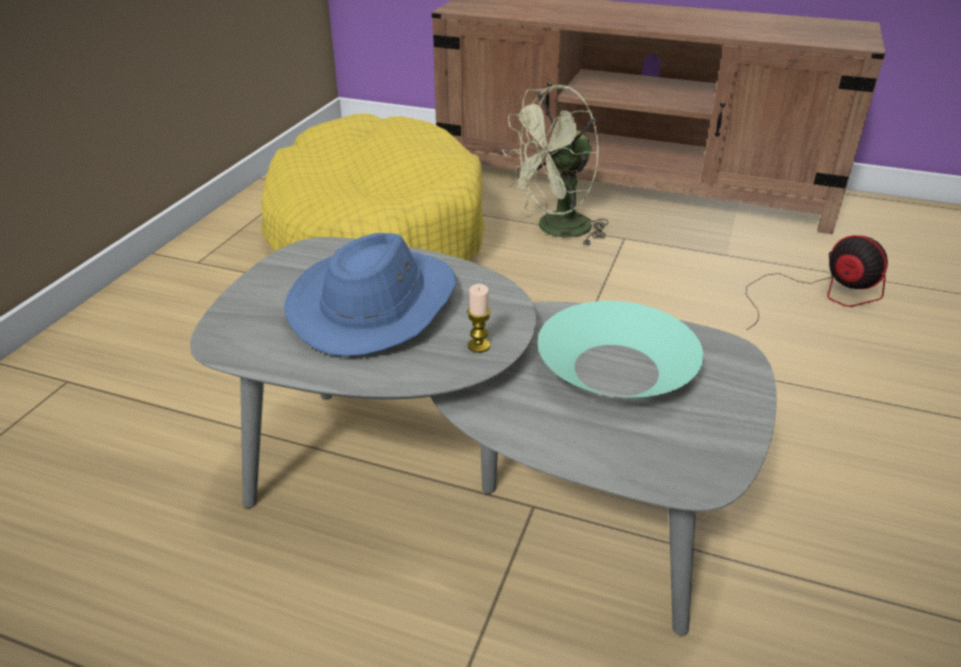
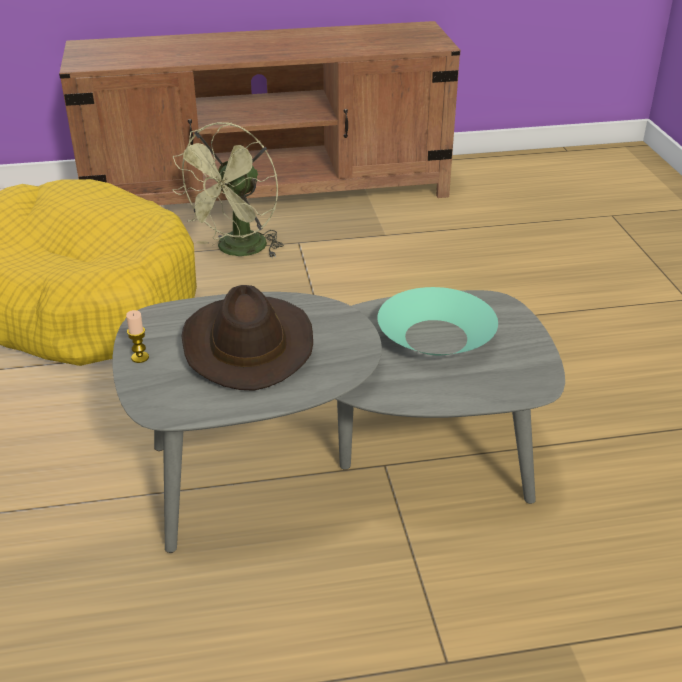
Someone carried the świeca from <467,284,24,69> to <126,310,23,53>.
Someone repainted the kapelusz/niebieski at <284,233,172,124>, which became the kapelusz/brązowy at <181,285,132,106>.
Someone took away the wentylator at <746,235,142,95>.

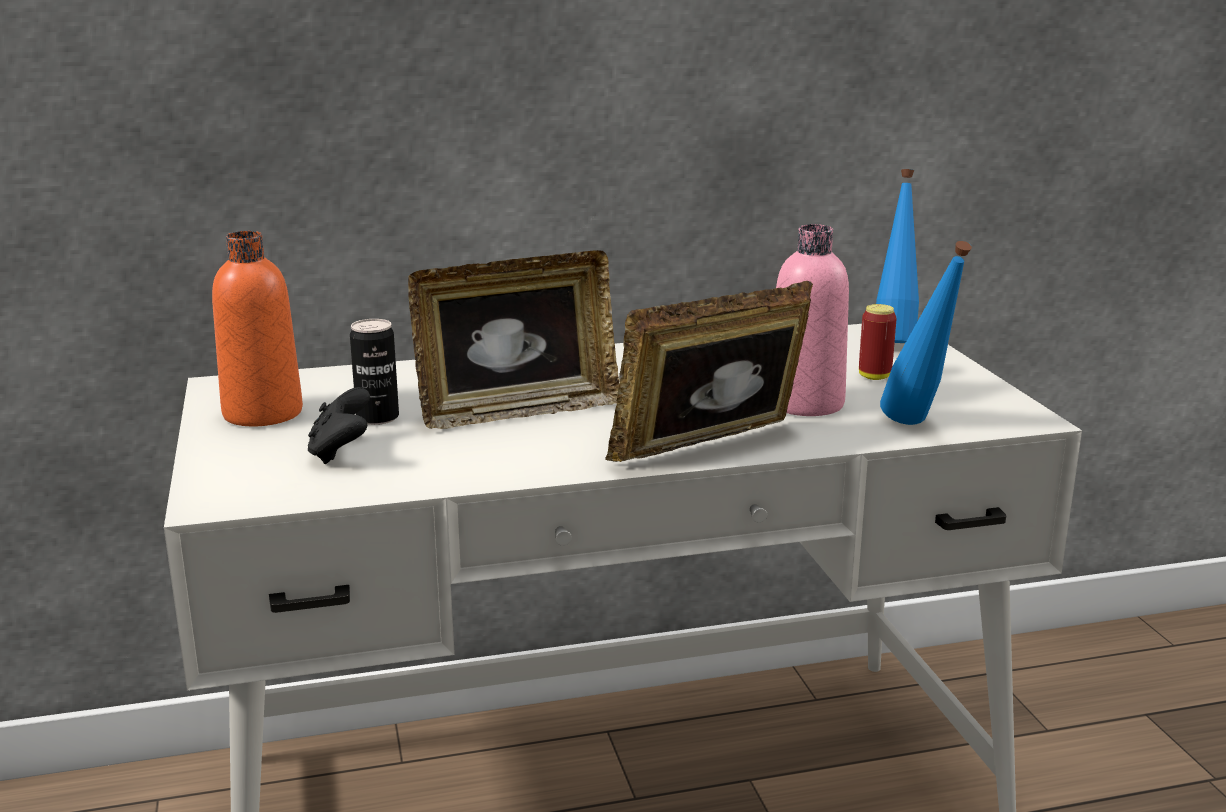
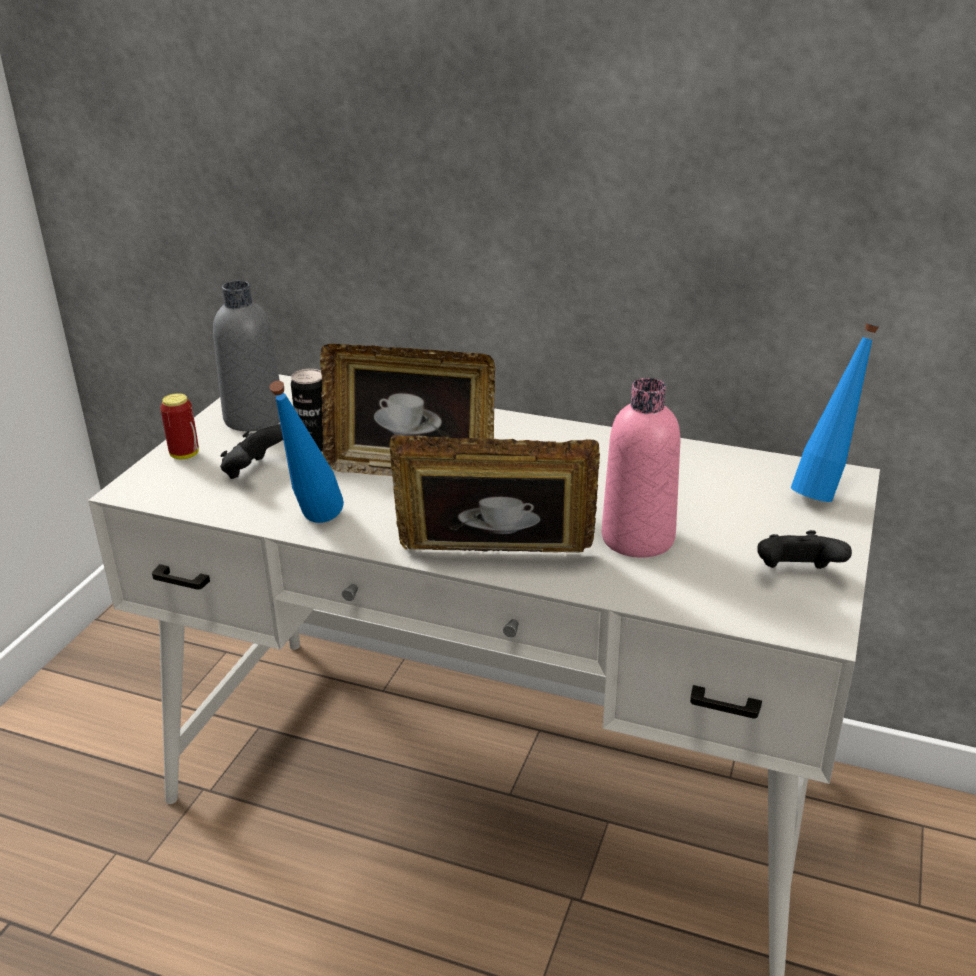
Someone carried the puszka from <859,304,38,76> to <160,393,39,66>.
Someone repainted the butelka/pomarańczowy at <212,231,91,195>, which became the butelka/szary at <213,281,67,150>.
Someone carried the butelka/niebieski from <880,241,92,184> to <269,381,75,142>.
Someone put down the pad do gier/czarny at <757,530,95,39>.

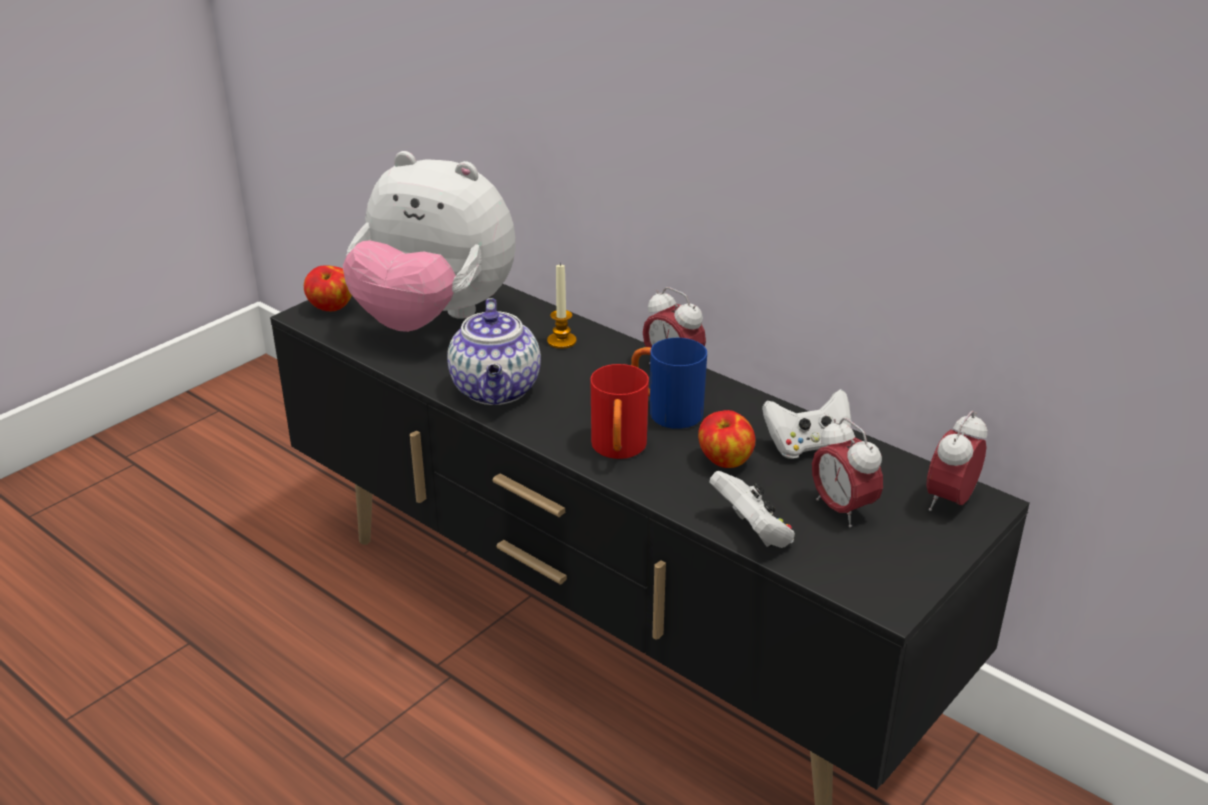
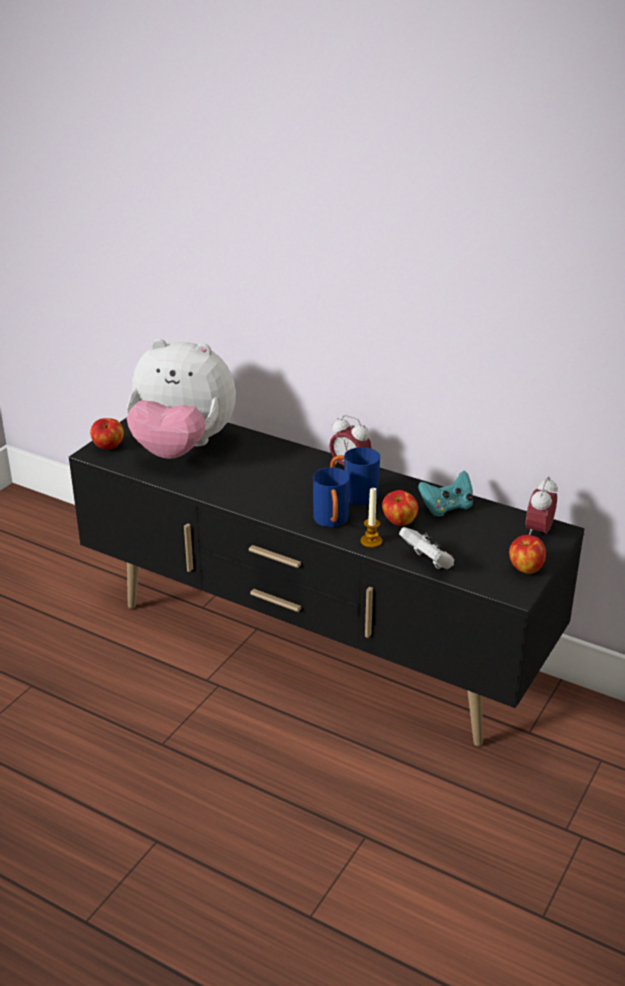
Someone repainted the kubek/czerwony at <591,364,58,95>, which became the kubek/niebieski at <313,467,37,60>.
Someone carried the świeca from <547,263,30,86> to <360,488,22,60>.
Someone repainted the pad do gier/biały at <762,389,89,70>, which became the pad do gier/turkusowy at <418,471,55,45>.
Someone put down the jabłko at <509,535,37,39>.
Someone took away the imbryk at <447,298,94,107>.
Someone took away the budzik at <812,418,71,110>.

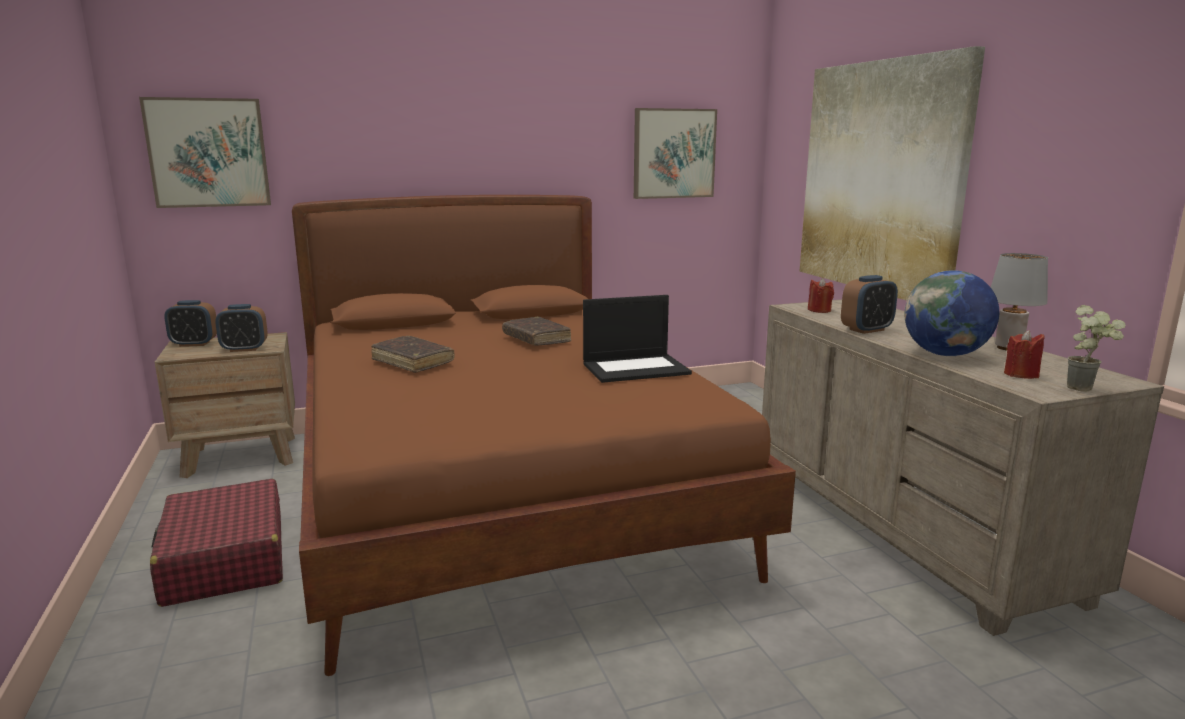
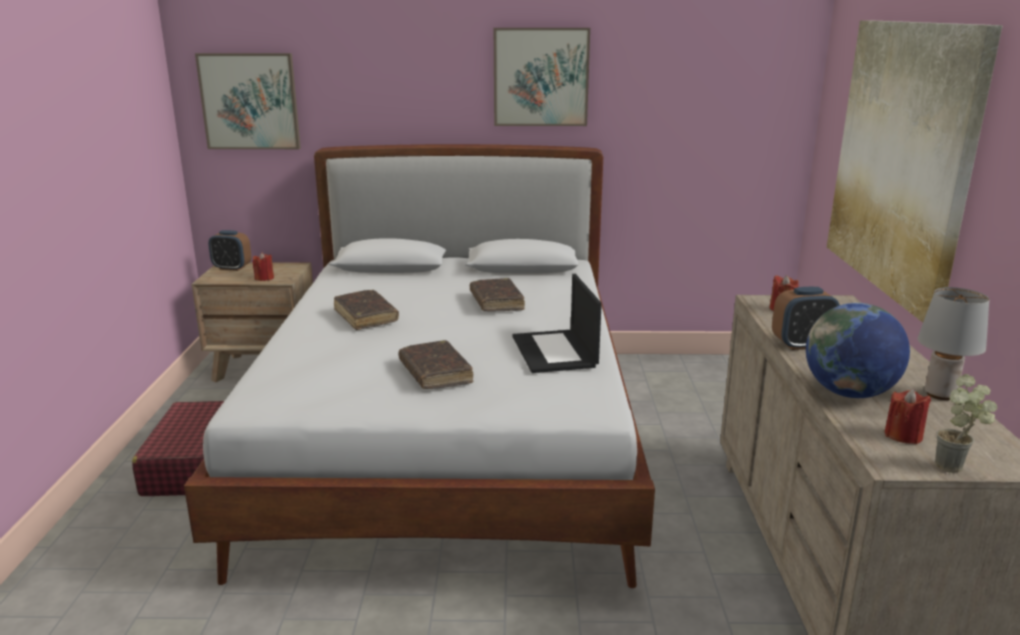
Someone repainted the łóżko/brązowy at <292,195,504,481>, which became the łóżko/biały at <184,144,471,444>.
Someone swapped the budzik at <215,304,53,48> for the świeca/czerwony at <253,252,21,29>.
Someone put down the książka/brązowy at <399,340,74,49>.
Someone carried the obraz from <634,108,83,91> to <494,28,96,98>.
Someone rotated the laptop at <583,295,109,88> by 75 degrees clockwise.

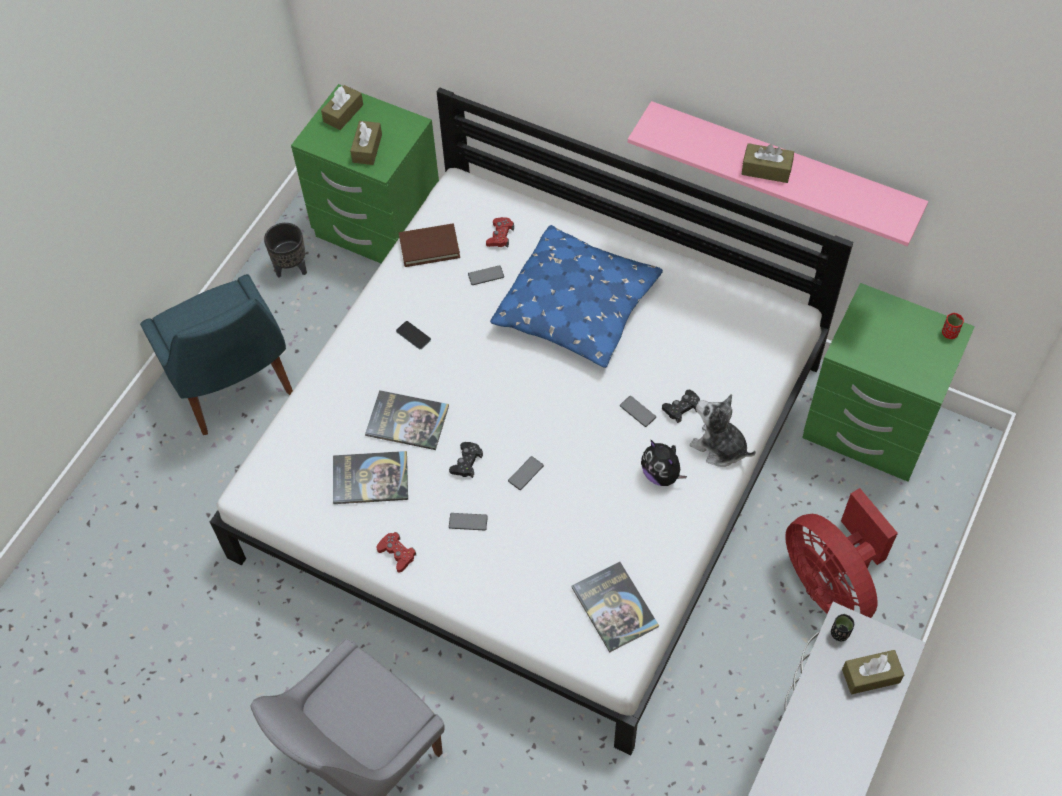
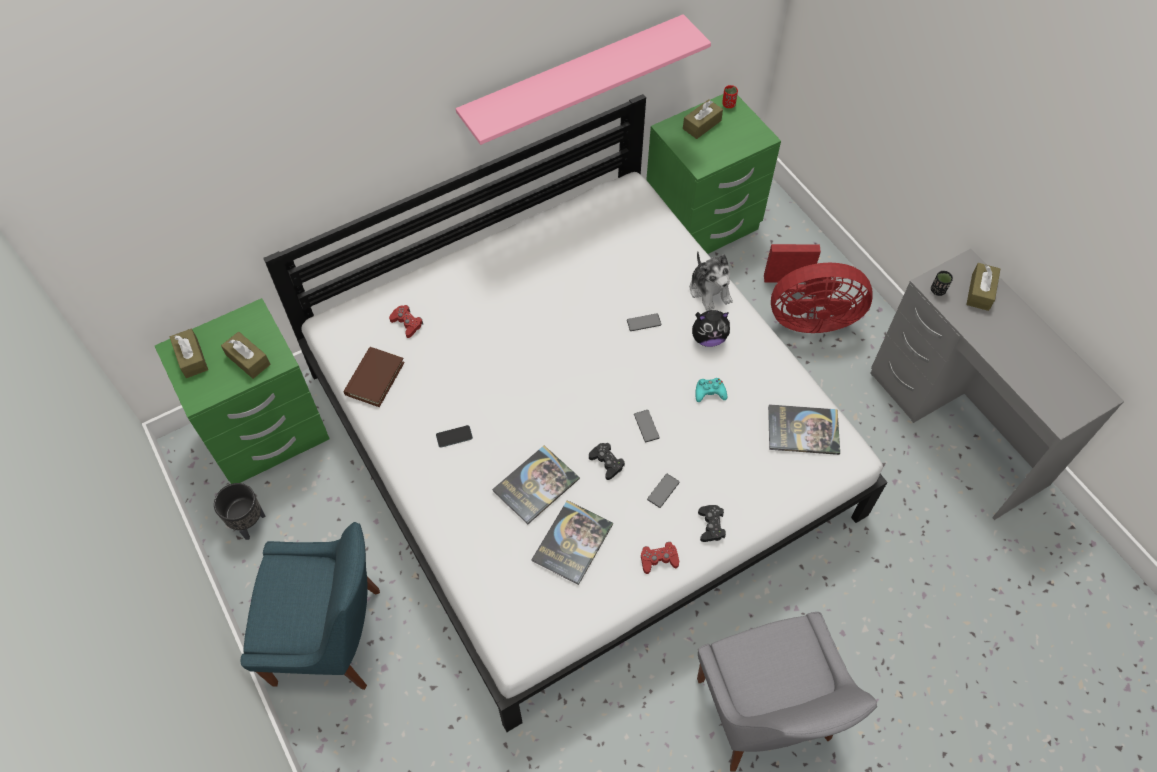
Someone carried the pudełko chusteczek/brązowy from <741,143,53,40> to <683,100,40,39>.
Someone rotated the pluszak at <690,394,66,73> by 90 degrees counterclockwise.
Someone put down the pad do gier/turkusowy at <695,378,32,24>.
Someone carried the pad do gier/czarny from <662,390,38,33> to <698,505,28,37>.
Someone took away the telefon at <468,265,36,20>.
Someone took away the poduszka/niebieski at <490,225,173,143>.

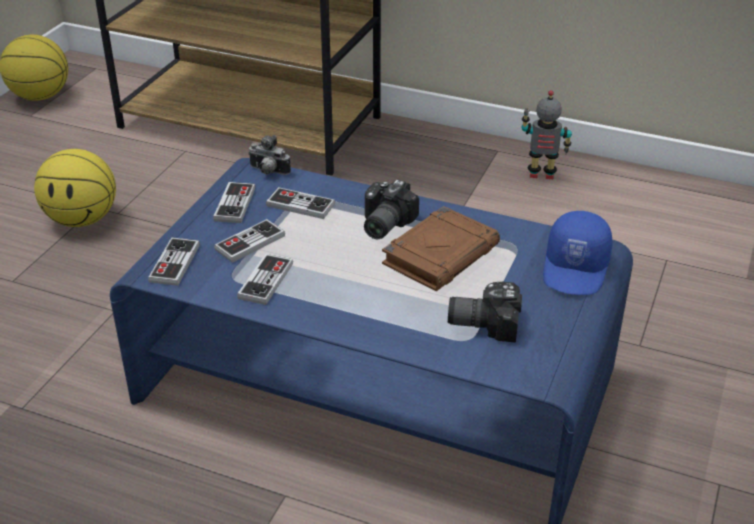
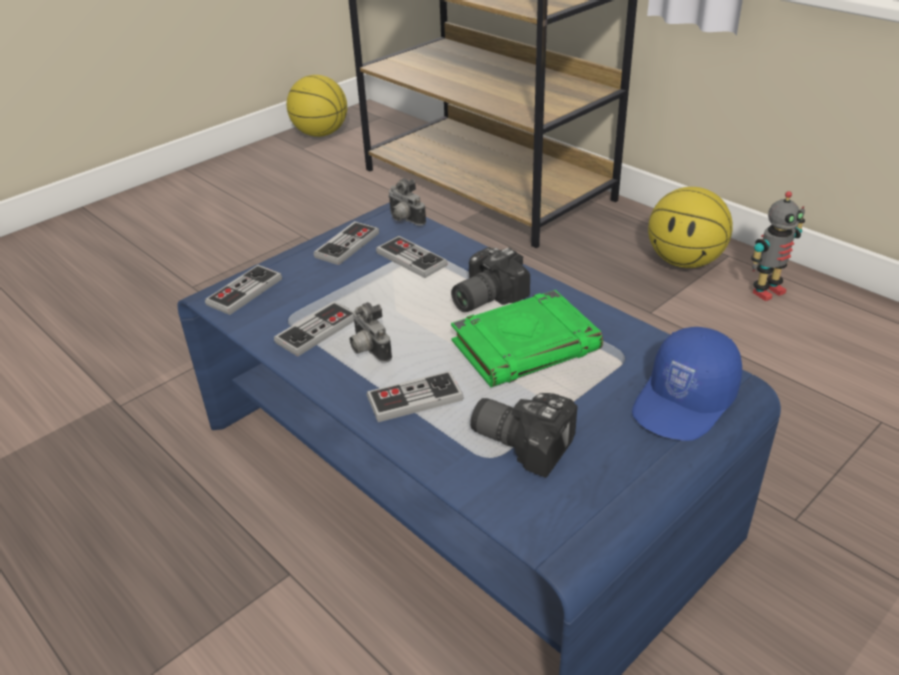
Someone put down the aparat fotograficzny at <350,302,42,61>.
Someone carried the pad do gier from <214,219,71,44> to <366,371,98,51>.
Someone repainted the książka/brązowy at <382,206,118,85>, which became the książka/zielony at <451,290,152,97>.
Someone carried the piłka do koszykówki from <34,149,82,78> to <648,187,85,81>.
Someone rotated the robot zabawkowy at <521,90,51,89> by 120 degrees clockwise.

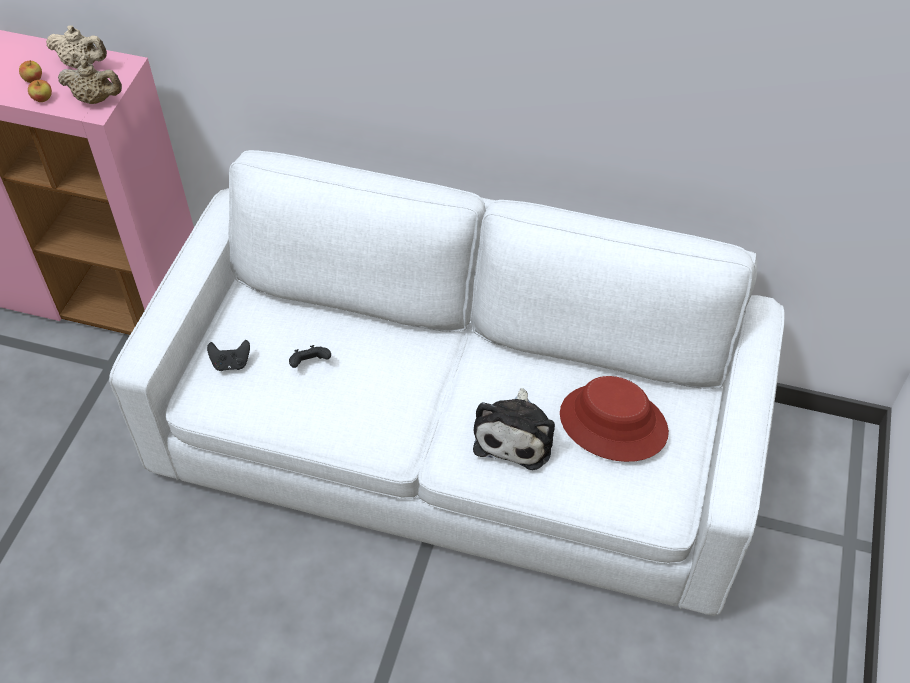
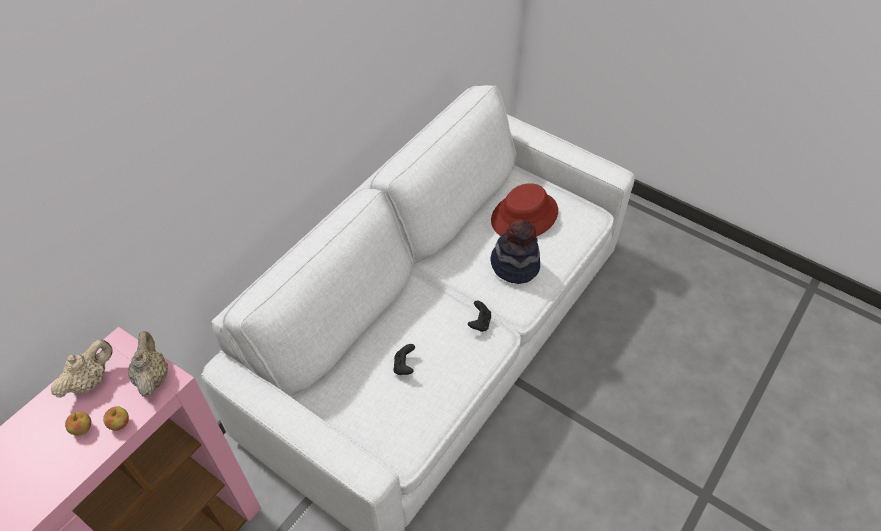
Someone rotated the imbryk/beżowy at <58,60,64,44> by 45 degrees counterclockwise.
Someone carried the pad do gier/czarny from <207,340,43,31> to <468,300,23,32>.
Someone swapped the pluszak at <473,388,82,82> for the kapelusz at <491,219,49,65>.

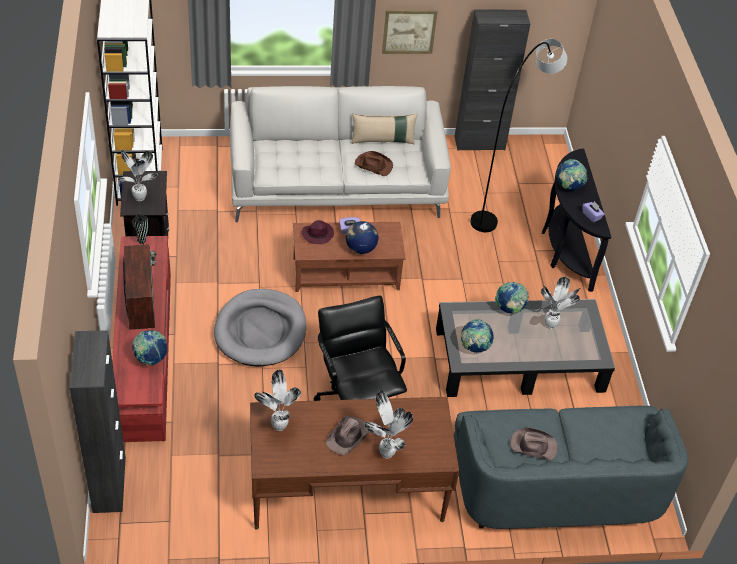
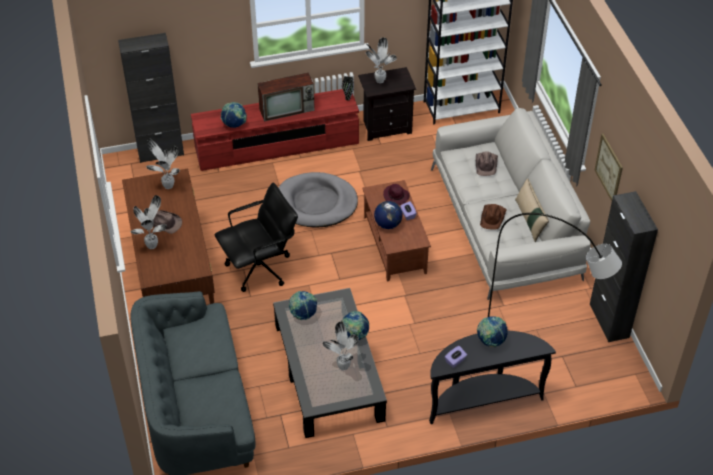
Someone carried the kapelusz/brązowy from <510,428,48,33> to <476,151,22,25>.

